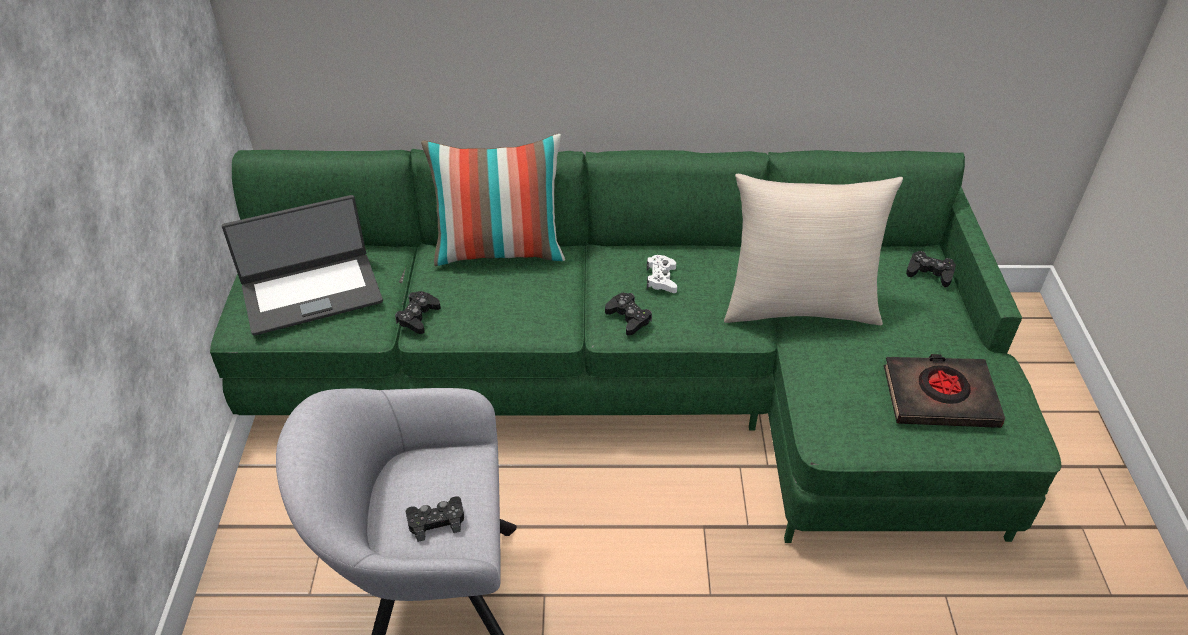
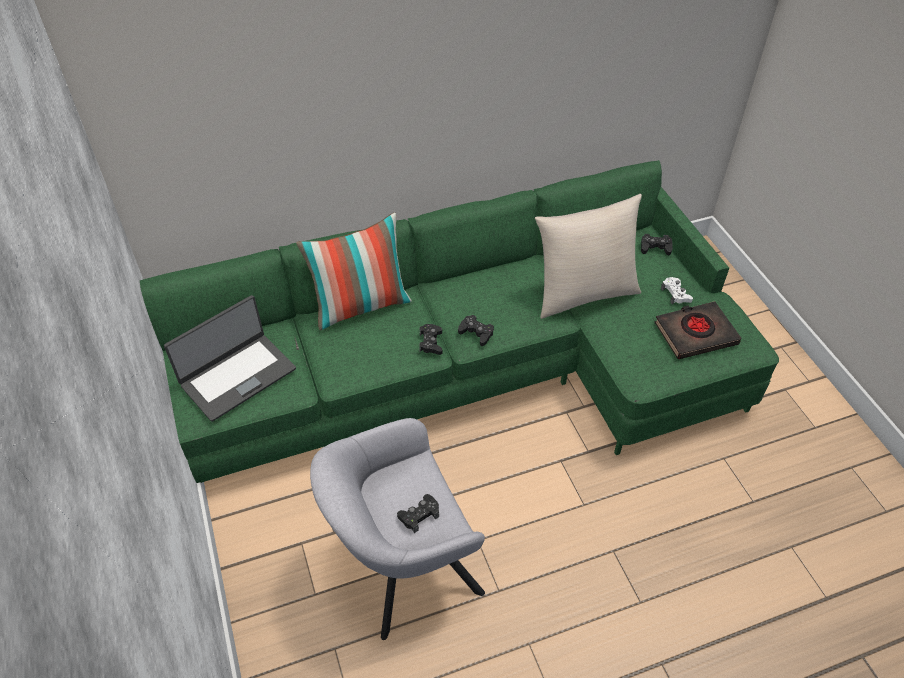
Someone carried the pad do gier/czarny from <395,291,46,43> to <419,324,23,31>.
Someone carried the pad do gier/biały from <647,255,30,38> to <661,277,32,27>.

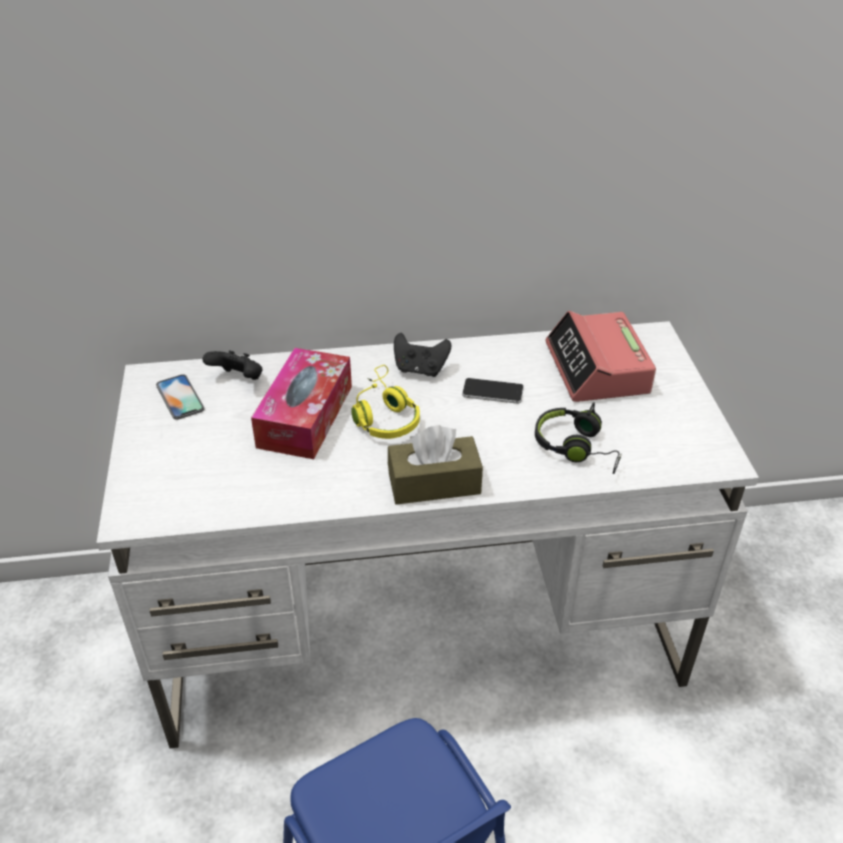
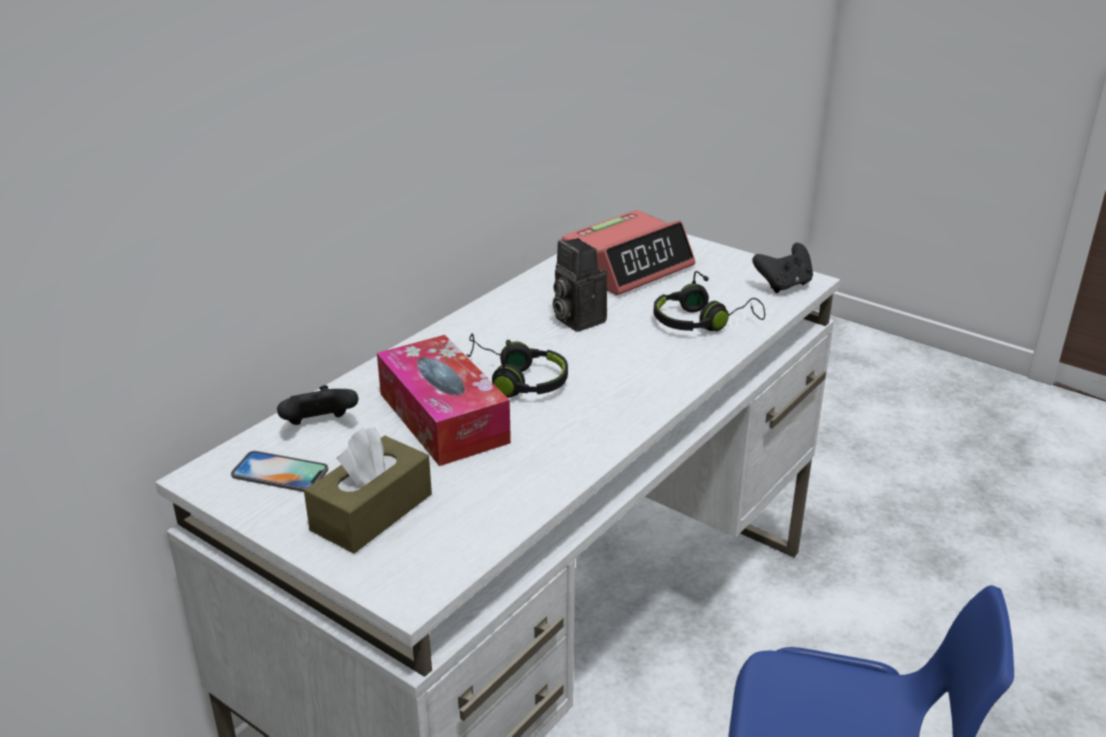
Someone carried the pudełko chusteczek/brązowy from <388,425,95,80> to <304,427,128,126>.
Someone repainted the słuchawki/żółty at <351,365,69,74>, which became the słuchawki/czarny at <466,333,102,65>.
Someone swapped the telefon at <462,378,62,26> for the aparat fotograficzny at <553,238,55,94>.
Someone rotated the budzik at <545,311,111,91> by 75 degrees counterclockwise.
Someone carried the pad do gier/czarny from <394,333,57,44> to <752,243,61,50>.

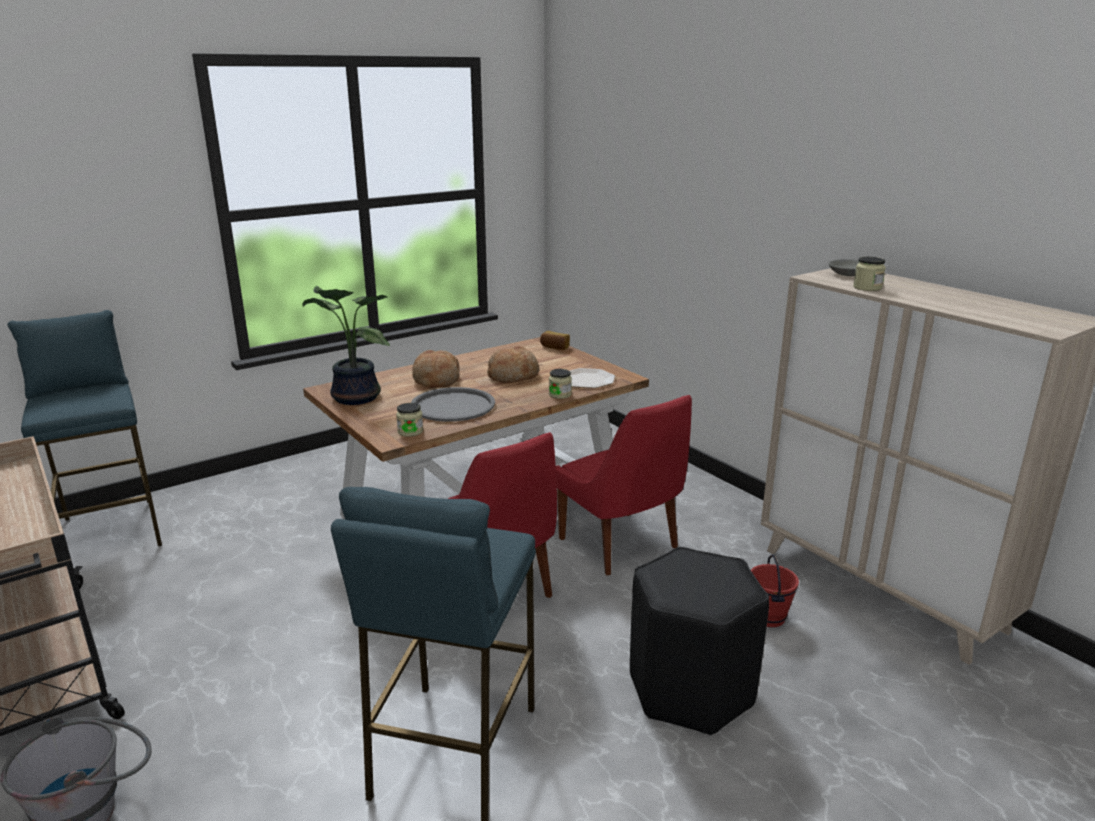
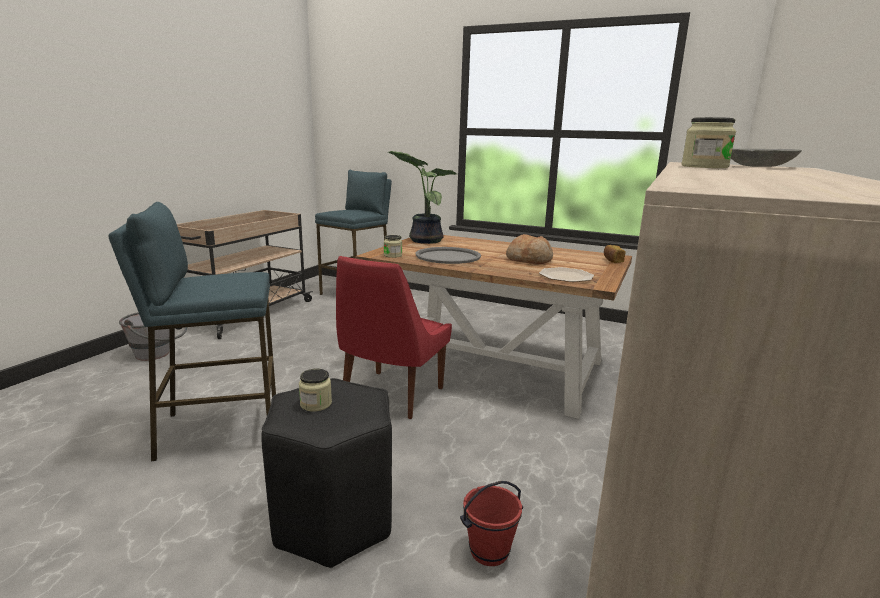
Someone carried the słoik from <549,369,23,30> to <299,369,33,42>.
Someone took away the chleb at <412,350,48,38>.
Someone took away the krzesło/czerwony at <556,395,136,180>.

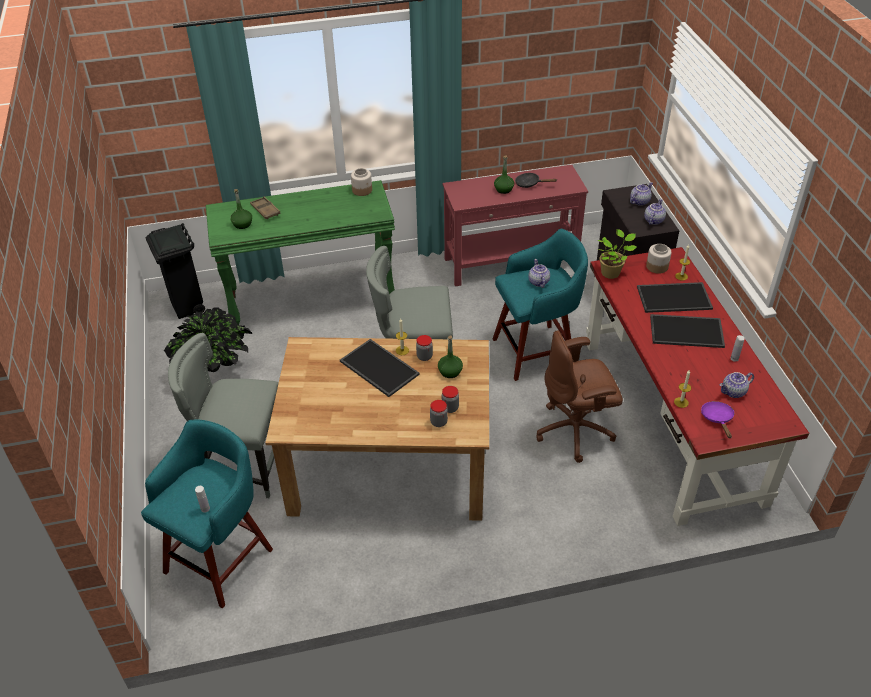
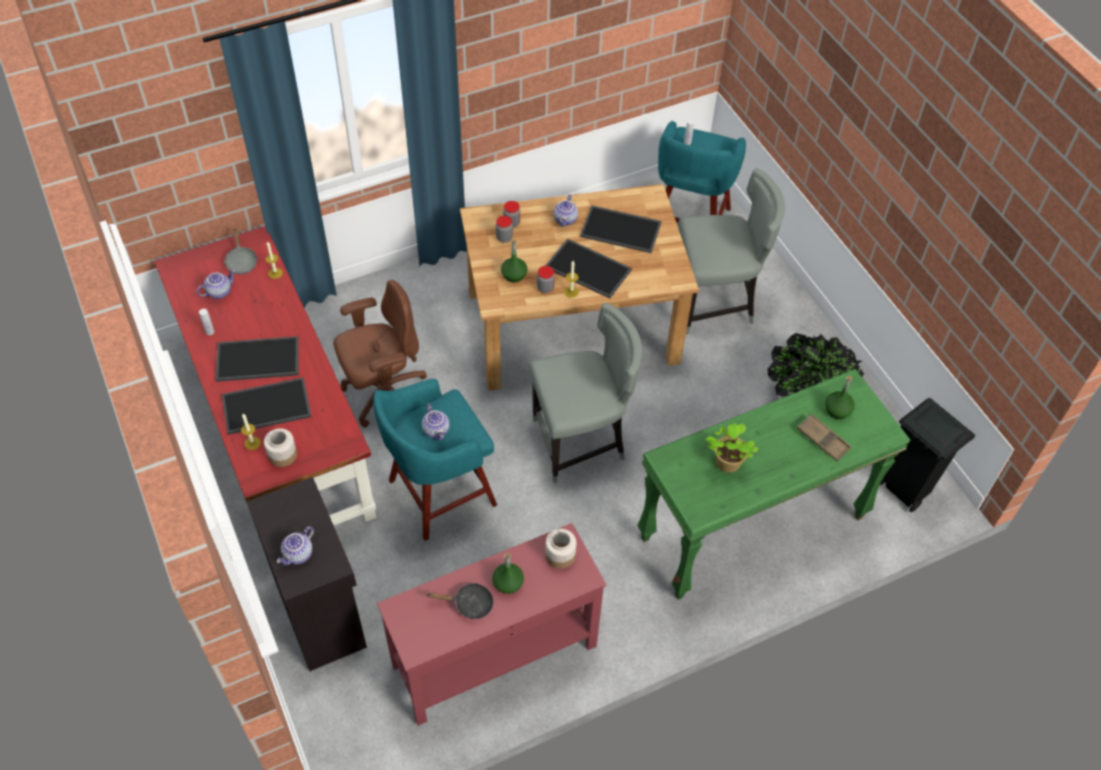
Someone repainted the patelnia/fioletowy at <701,401,33,37>, which became the patelnia/szary at <224,229,33,45>.
Someone carried the słoik from <351,168,21,28> to <545,529,31,40>.
Someone carried the imbryk from <644,199,22,26> to <554,194,24,33>.
Someone put down the taca at <580,205,82,48>.
Someone carried the roślina doniczkowa from <598,229,38,50> to <705,423,53,50>.

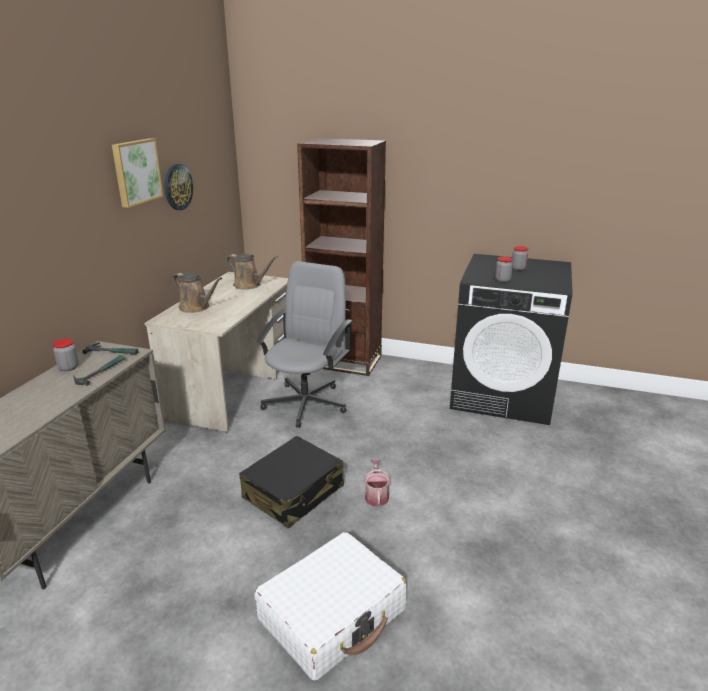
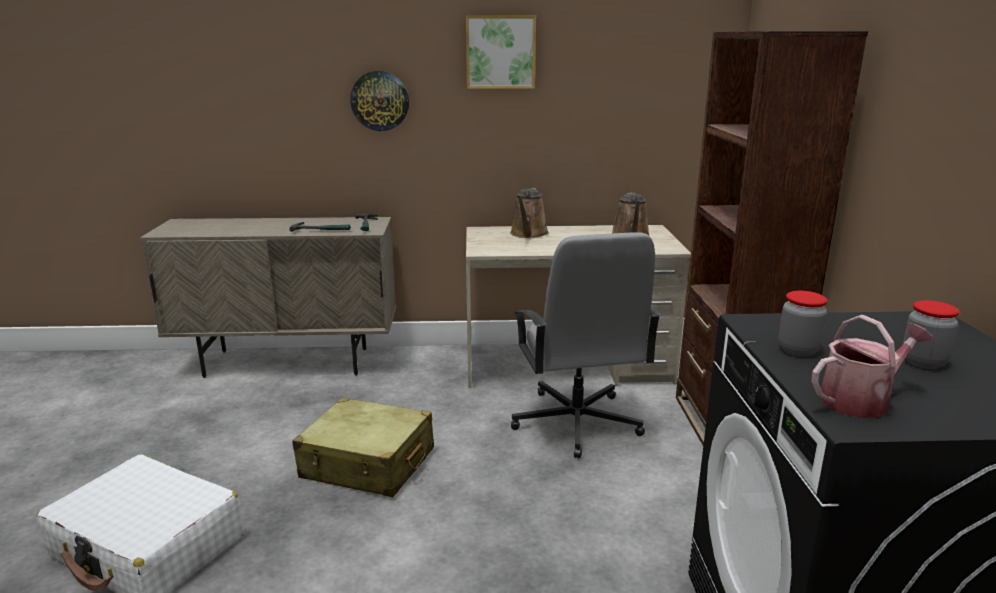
Someone repainted the walizka/czarny at <239,436,105,93>, which became the walizka/beżowy at <293,398,141,99>.
Someone carried the zegar ścienny from <164,164,29,46> to <350,71,59,60>.
Someone rotated the krzesło biurowe/szary at <257,261,95,167> by 75 degrees clockwise.
Someone carried the konewka from <364,459,27,47> to <811,315,122,103>.
Someone took away the słoik at <53,339,26,32>.

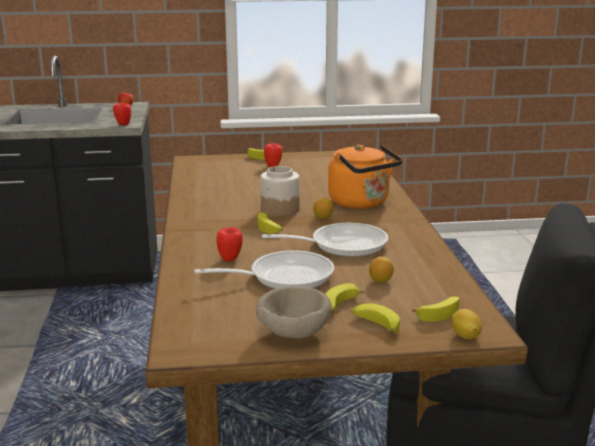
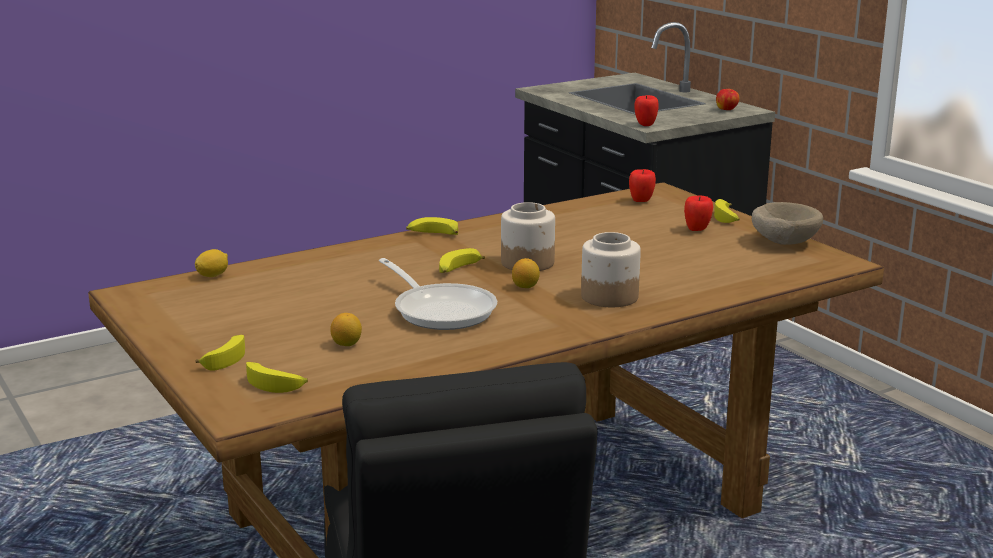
Someone carried the cytryna from <451,309,31,30> to <195,249,33,28>.
Someone carried the banan from <326,283,37,29> to <406,217,52,18>.
Someone swapped the czajnik/pomarańczowy at <328,144,74,65> for the słoik at <581,232,60,75>.
Someone carried the jabłko from <216,227,27,34> to <629,169,27,33>.
Someone carried the miska/beżowy from <256,287,76,52> to <752,202,71,43>.
Someone took away the patelnia at <194,251,140,38>.

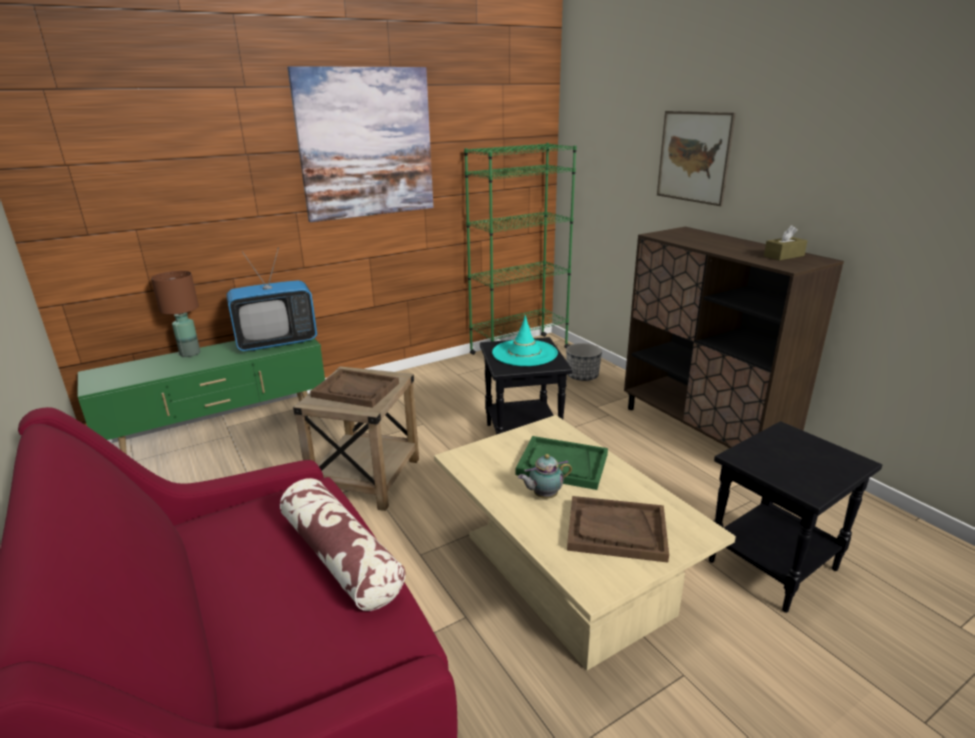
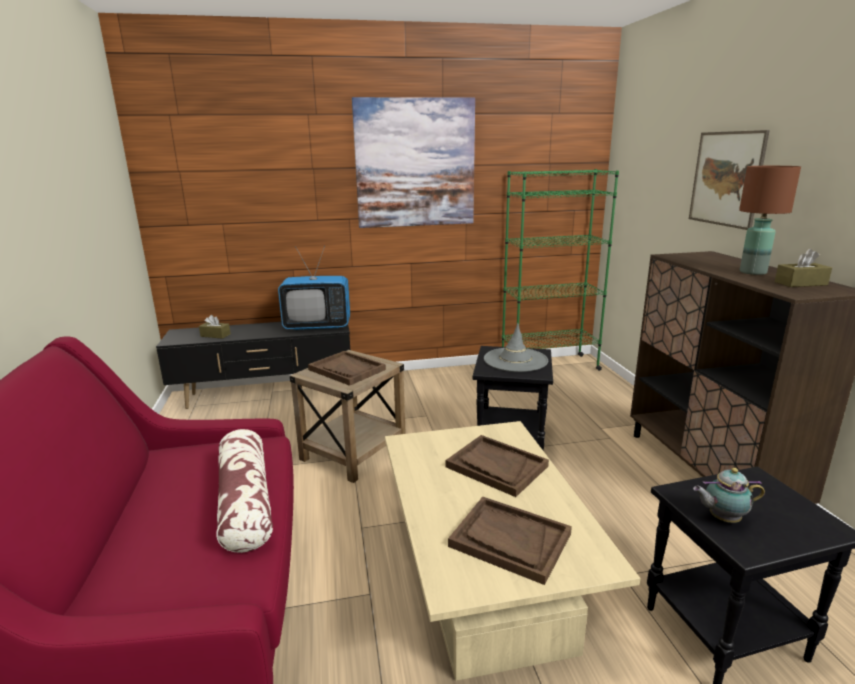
Someone repainted the szafka pod telewizor/zielony at <78,338,247,116>, which became the szafka pod telewizor/czarny at <156,322,194,87>.
Someone put down the pudełko chusteczek/brązowy at <199,315,32,24>.
Someone repainted the taca/zielony at <516,436,92,54>, which became the taca/brązowy at <446,435,103,62>.
Someone repainted the kapelusz/turkusowy at <492,315,66,51>, which became the kapelusz/szary at <484,323,64,49>.
Someone carried the imbryk from <518,454,54,45> to <693,468,72,55>.
Someone carried the lampa stołowa/brązowy from <151,271,49,86> to <739,166,62,109>.
Someone took away the donica at <566,343,36,38>.

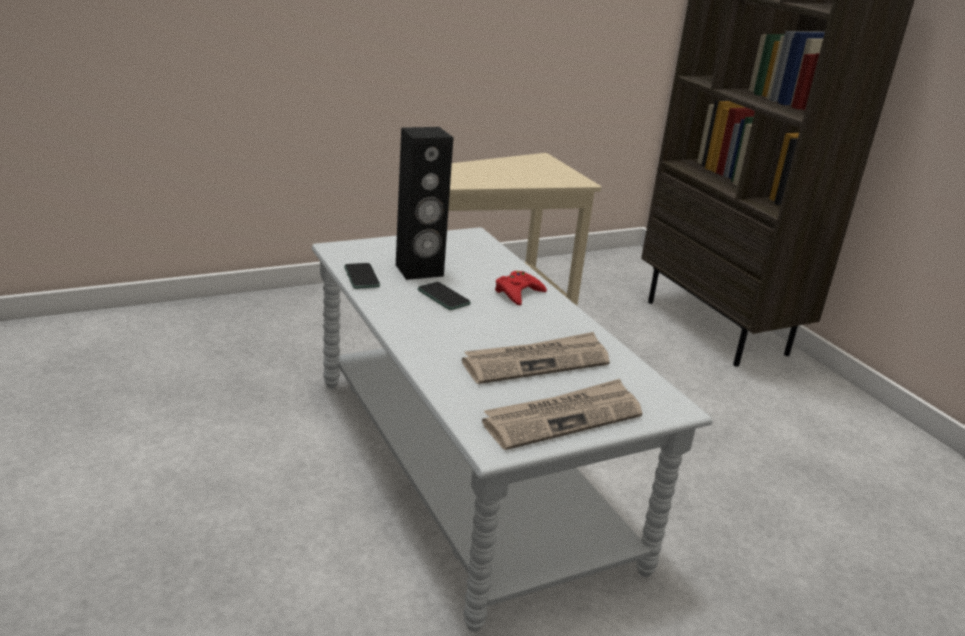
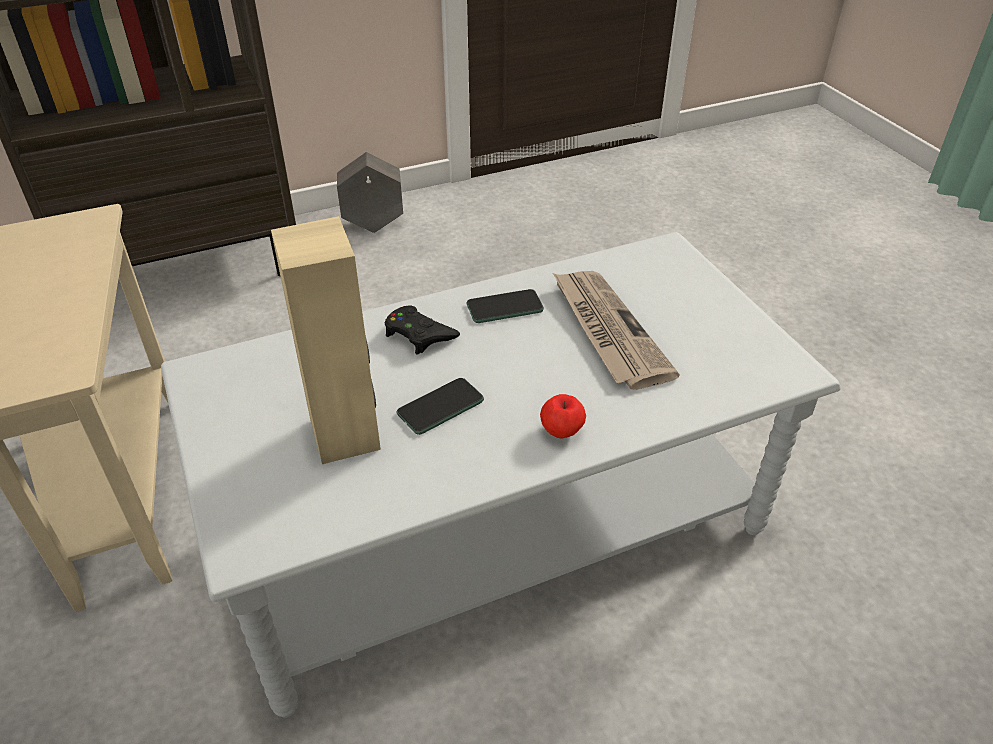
Someone repainted the głośnik/czarny at <396,127,57,153>, which became the głośnik/beżowy at <271,216,110,248>.
Someone put down the donica/szary at <337,152,66,81>.
Someone repainted the pad do gier/czerwony at <495,271,52,34>, which became the pad do gier/czarny at <385,305,75,50>.
Someone carried the telefon from <344,263,36,26> to <466,289,78,34>.
Someone put down the jabłko at <540,394,46,44>.
Someone took away the gazeta at <482,379,161,71>.

